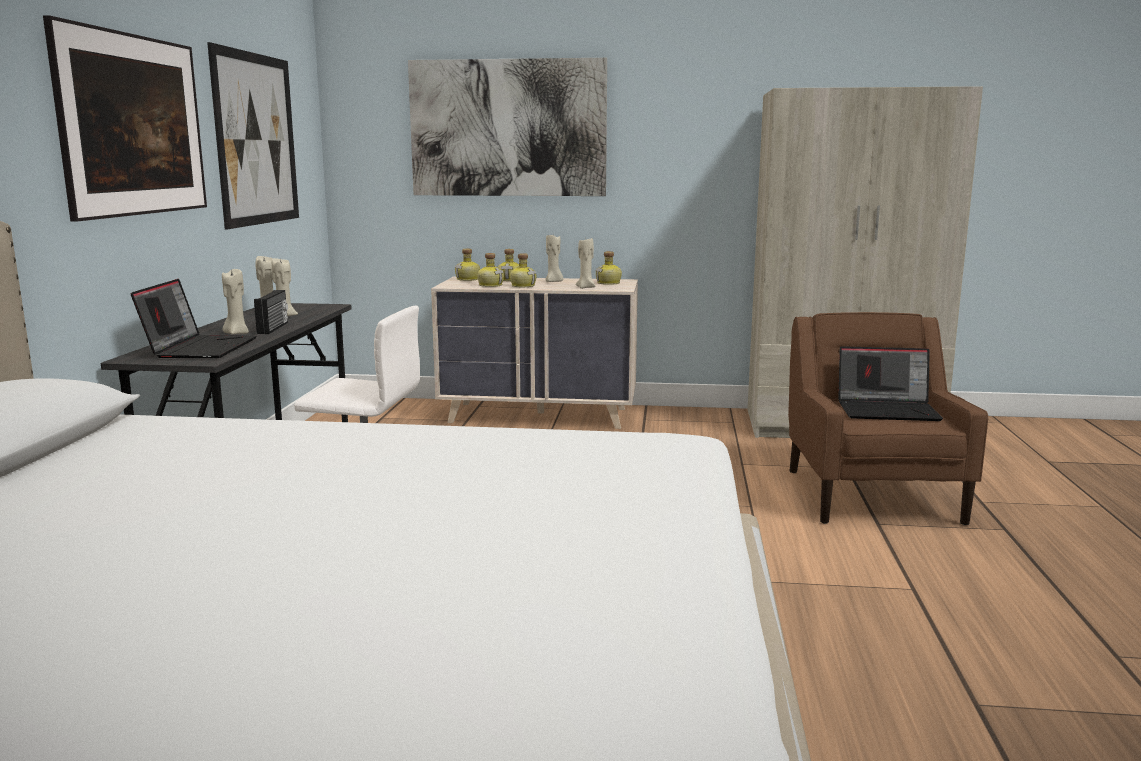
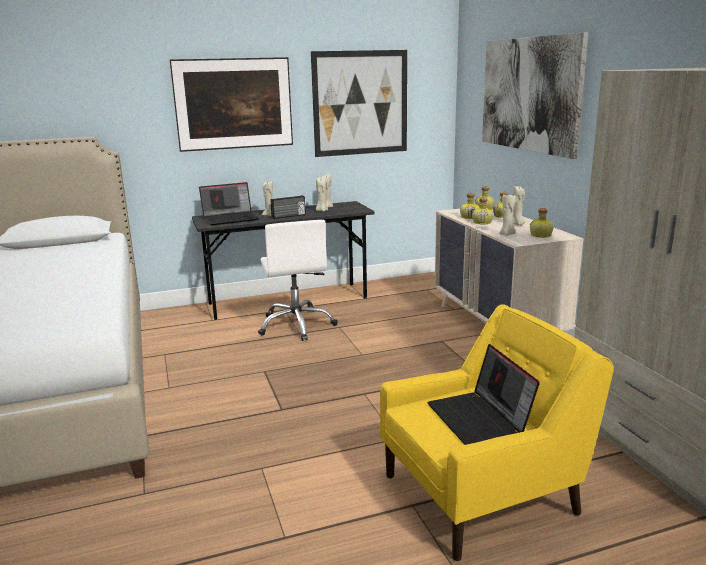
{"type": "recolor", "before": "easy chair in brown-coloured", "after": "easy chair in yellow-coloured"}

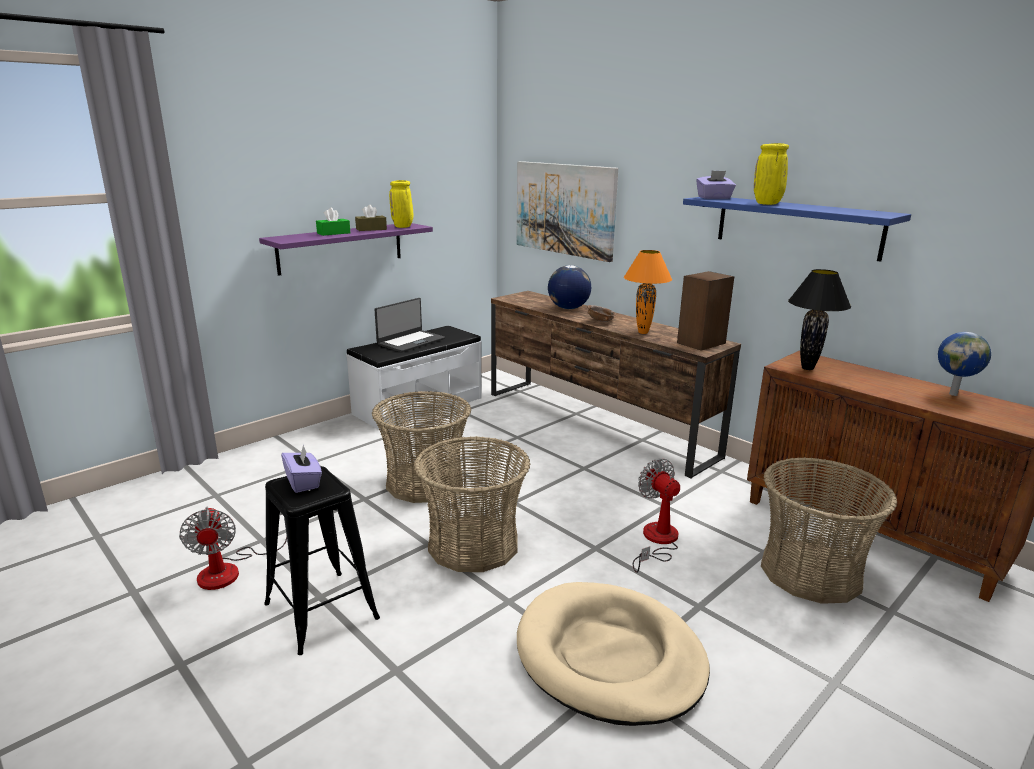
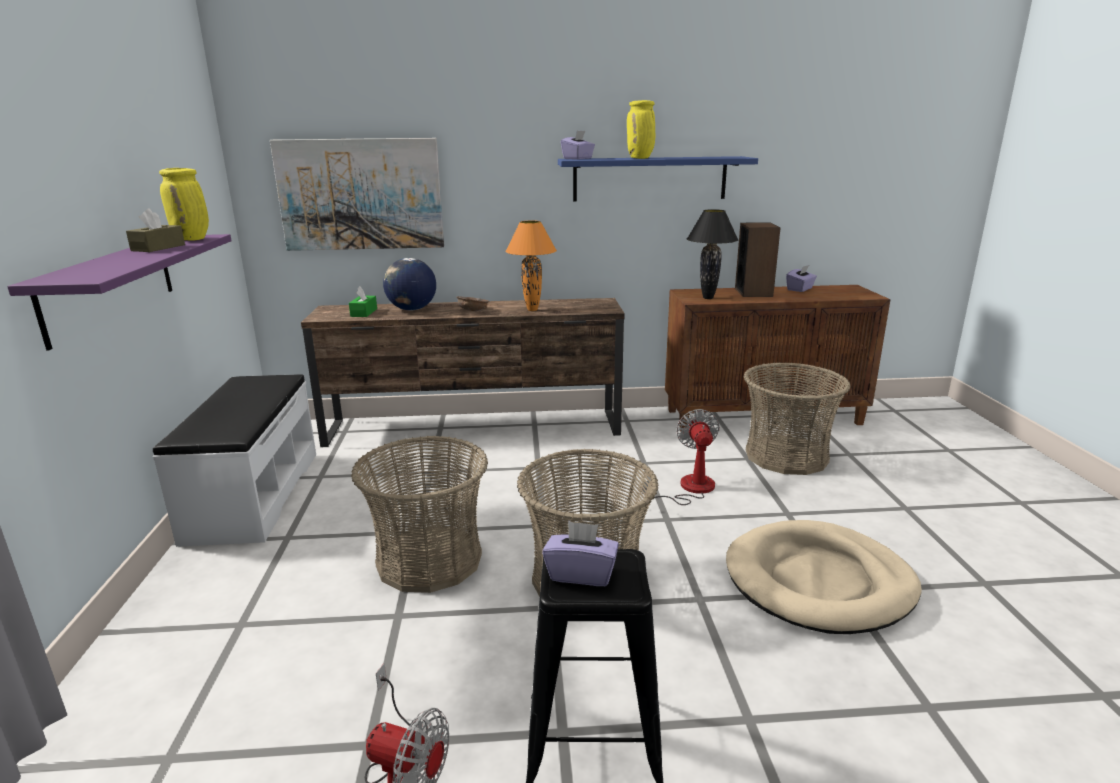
{"type": "move", "before": "box of tissues in green"}
{"type": "move", "before": "loudspeaker"}
{"type": "delete", "before": "portable computer"}
{"type": "replace", "before": "globe (2nd from left)", "after": "box of tissues in purple-coloured (3rd from left)"}
{"type": "rotate", "before": "fan (2nd from left)", "turn": 75}

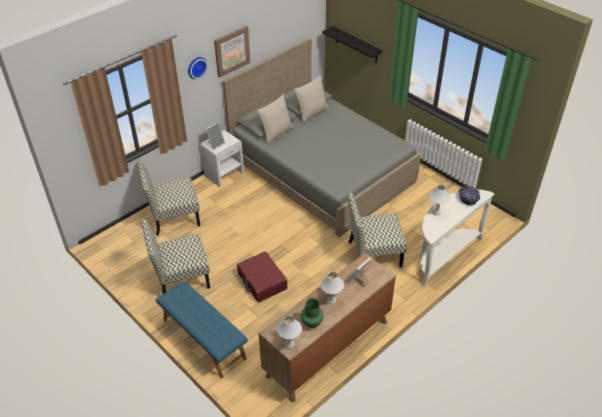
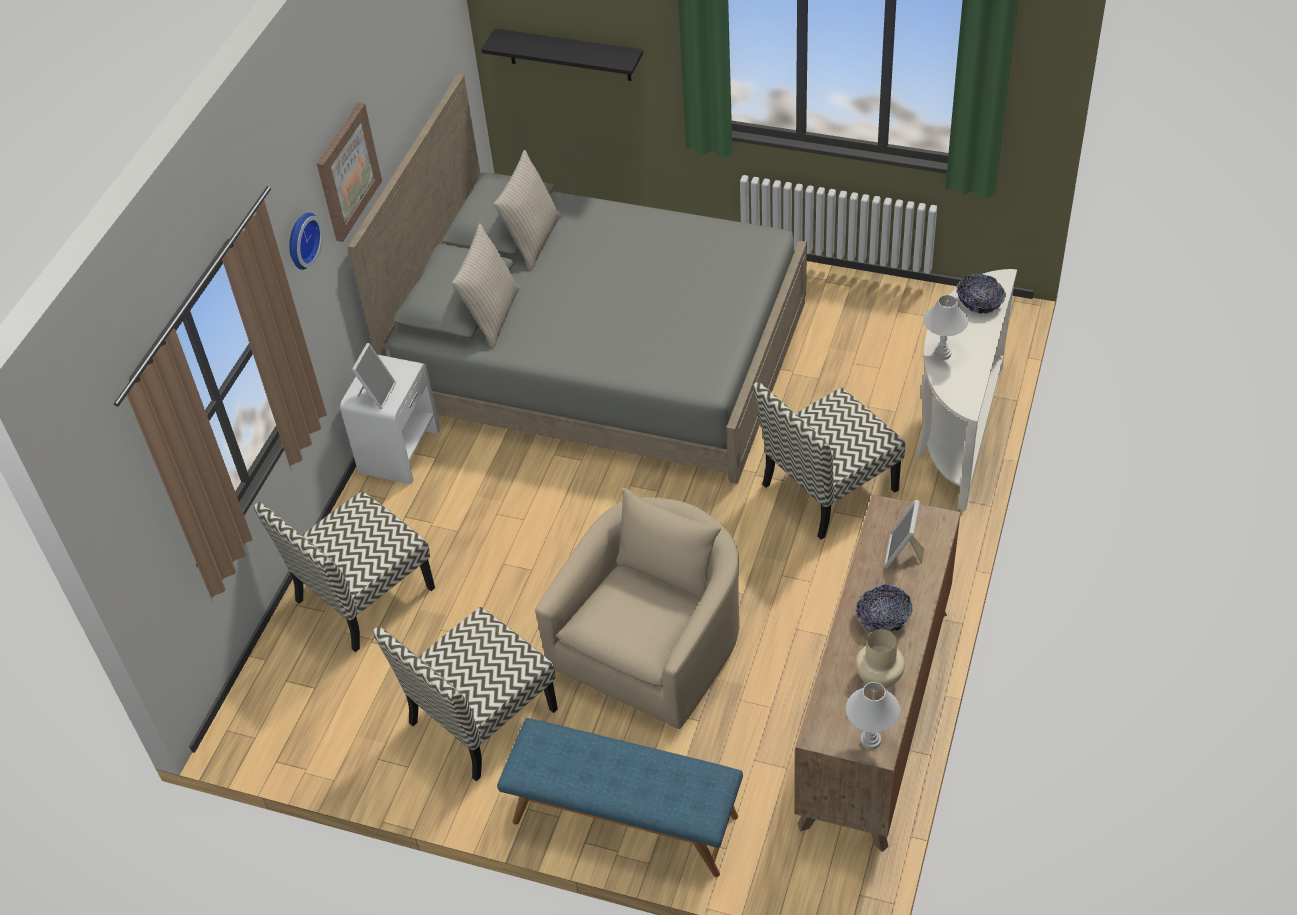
{"type": "replace", "before": "piece of luggage in red", "after": "easy chair in sand-coloured"}
{"type": "replace", "before": "table lamp in white (2nd from left)", "after": "deep dish (1st from left)"}
{"type": "recolor", "before": "decorative vase in green", "after": "decorative vase in sand-coloured"}

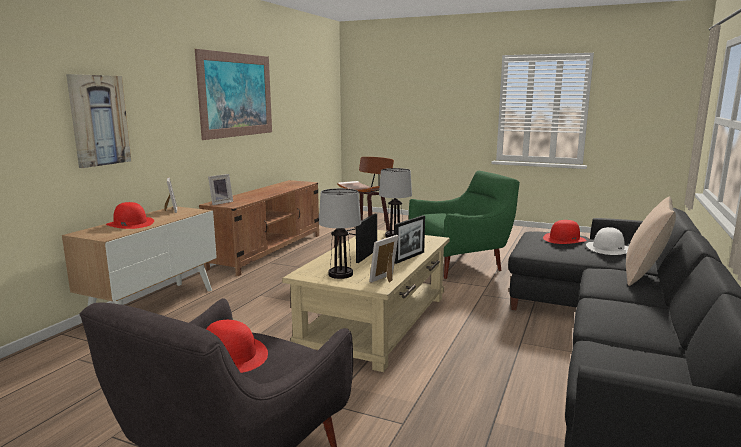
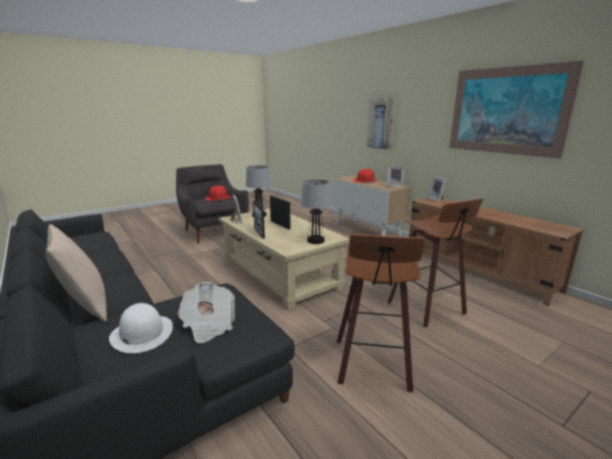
{"type": "replace", "before": "easy chair in green", "after": "stool (1st from left)"}
{"type": "replace", "before": "wearable hat in red (3rd from left)", "after": "newspaper"}

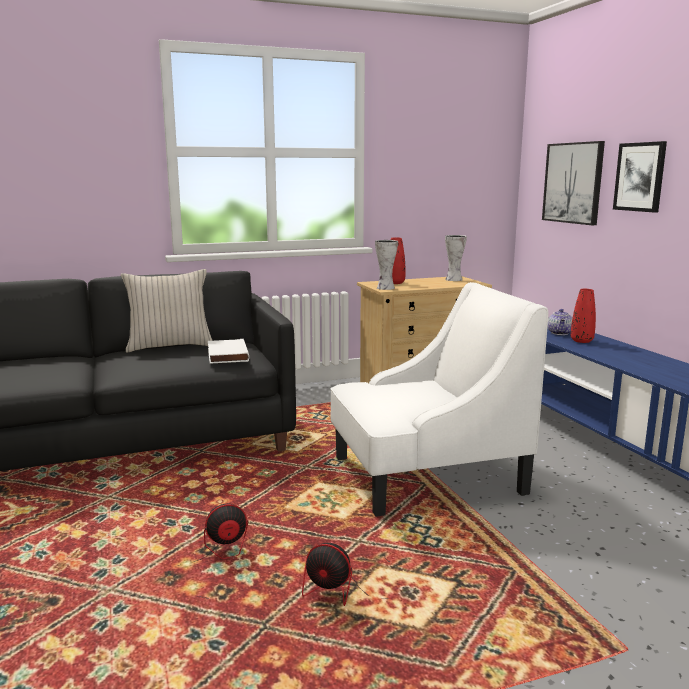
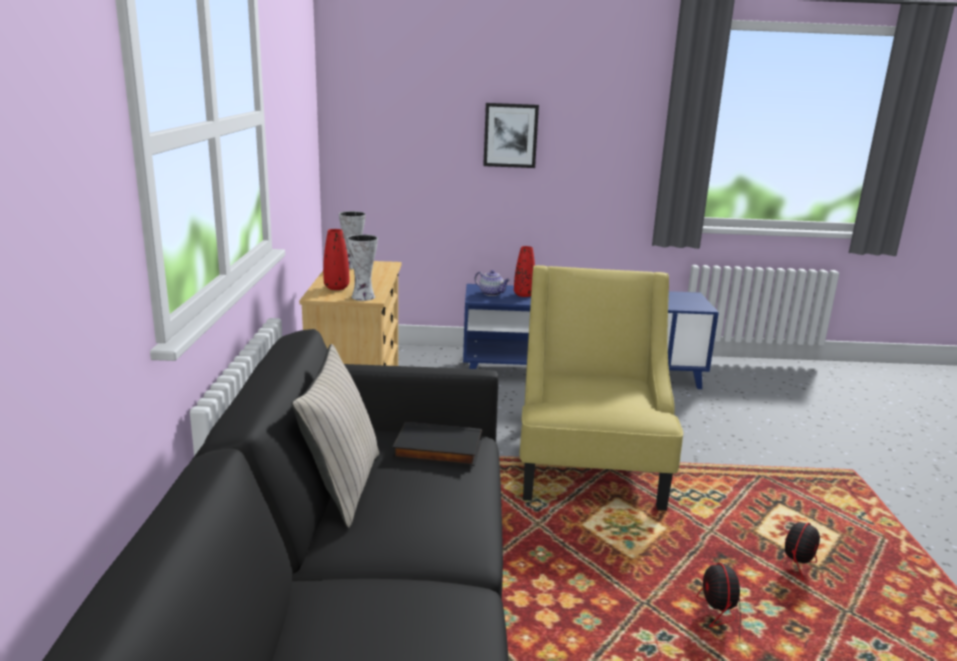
{"type": "delete", "before": "picture (1st from left)"}
{"type": "recolor", "before": "easy chair in white", "after": "easy chair in yellow-coloured"}
{"type": "recolor", "before": "bound book in white", "after": "bound book in black"}

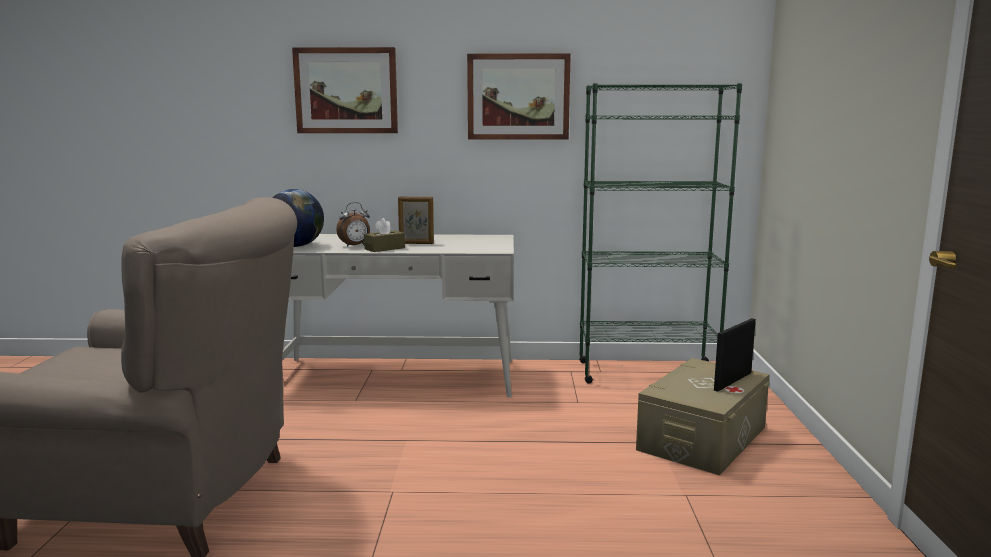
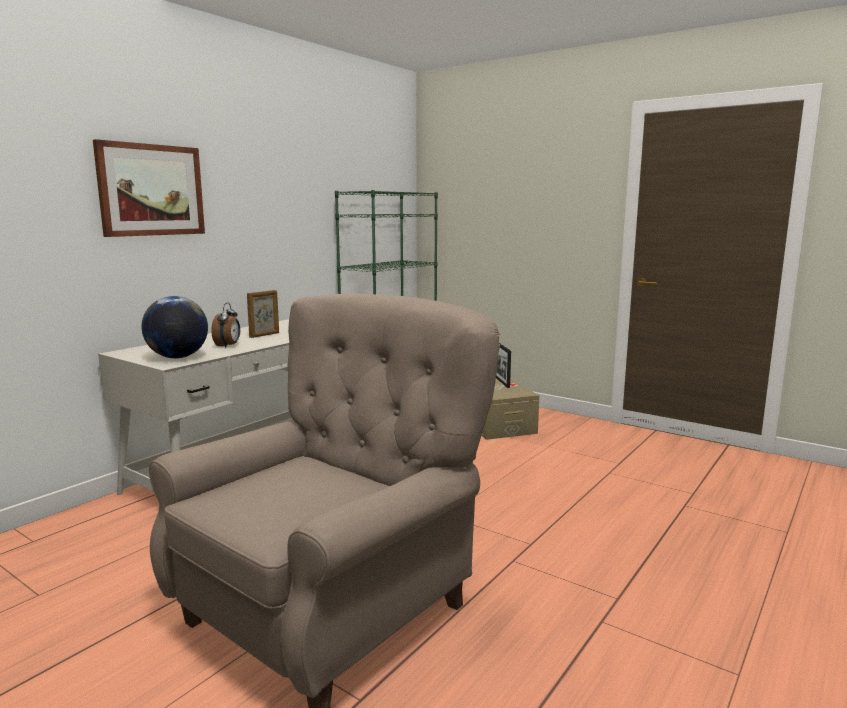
{"type": "delete", "before": "picture (2nd from left)"}
{"type": "delete", "before": "box of tissues in brown-coloured"}

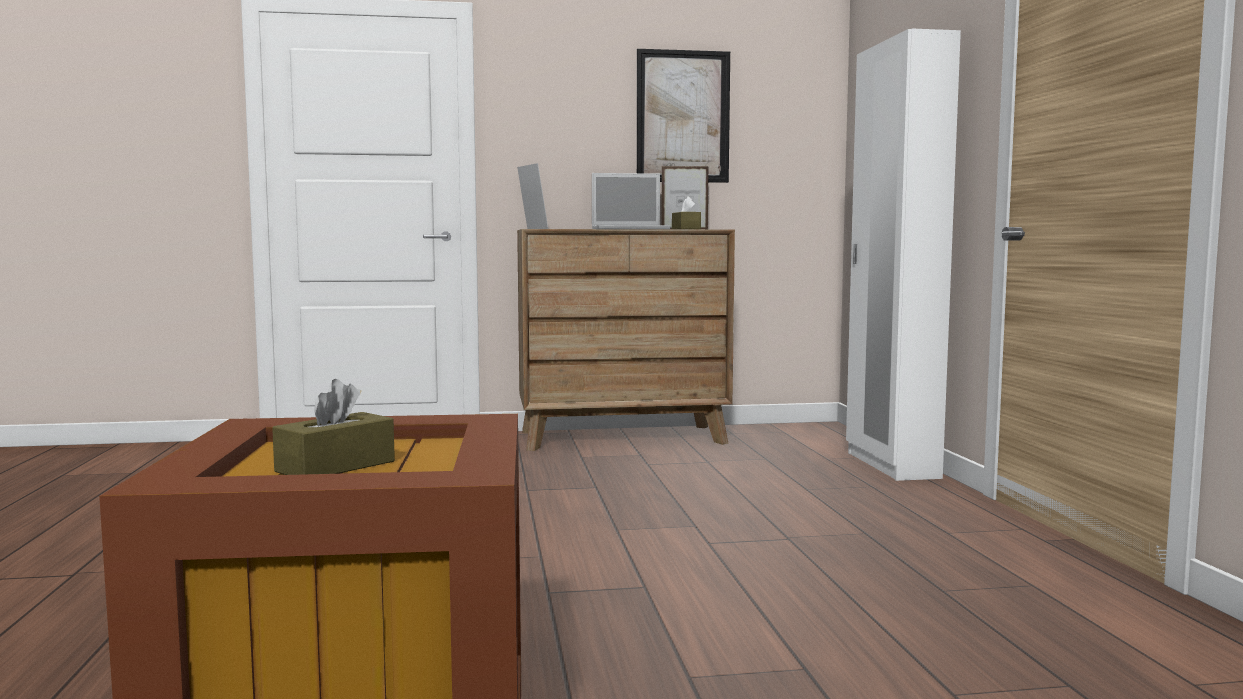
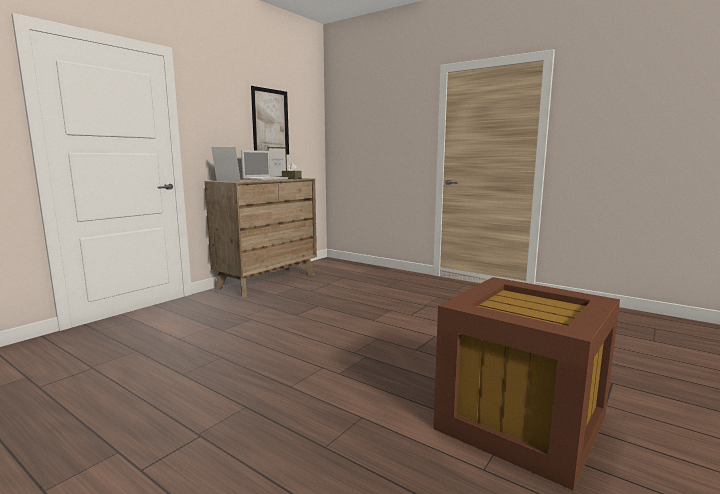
{"type": "delete", "before": "clothes cupboard in white"}
{"type": "delete", "before": "box of tissues in brown-coloured (1st from left)"}

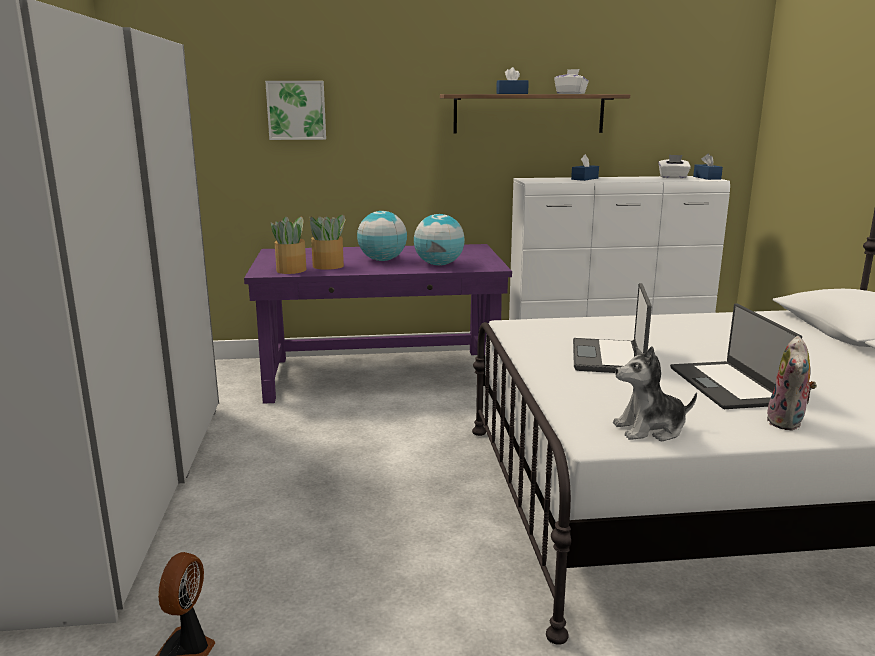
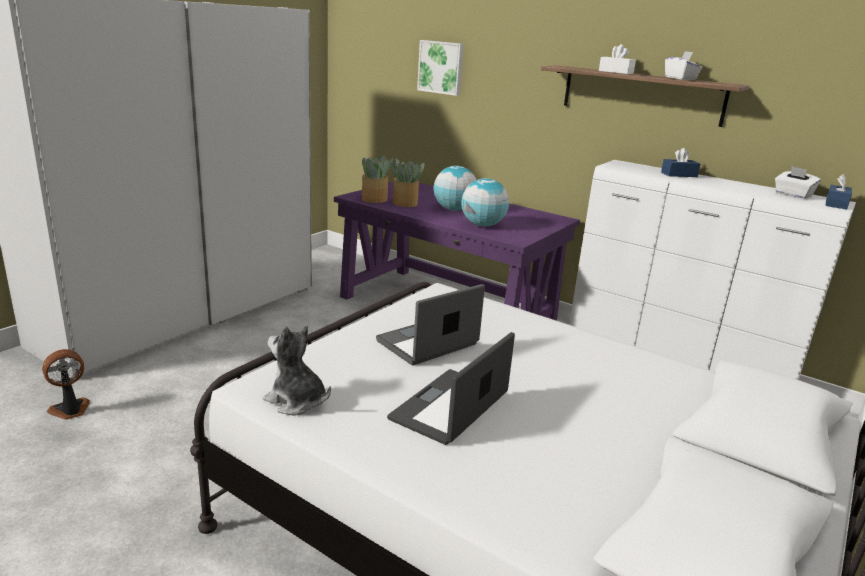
{"type": "recolor", "before": "box of tissues in blue (1st from left)", "after": "box of tissues in white (1st from left)"}
{"type": "delete", "before": "soft toy (2nd from left)"}

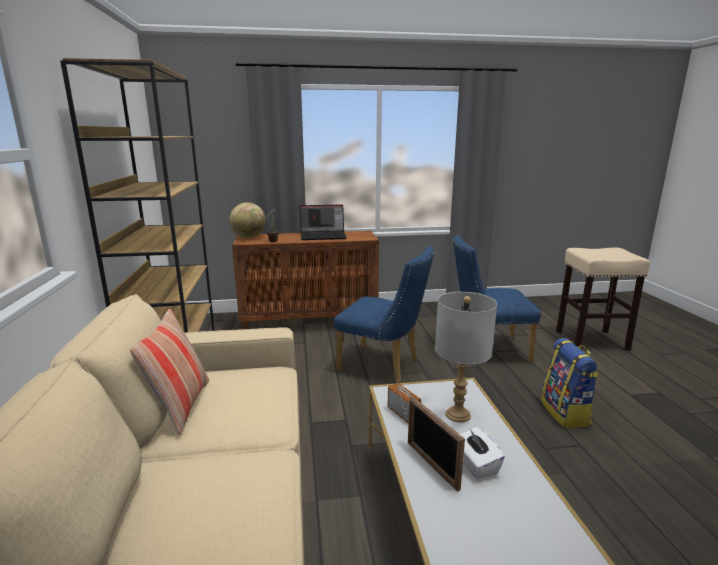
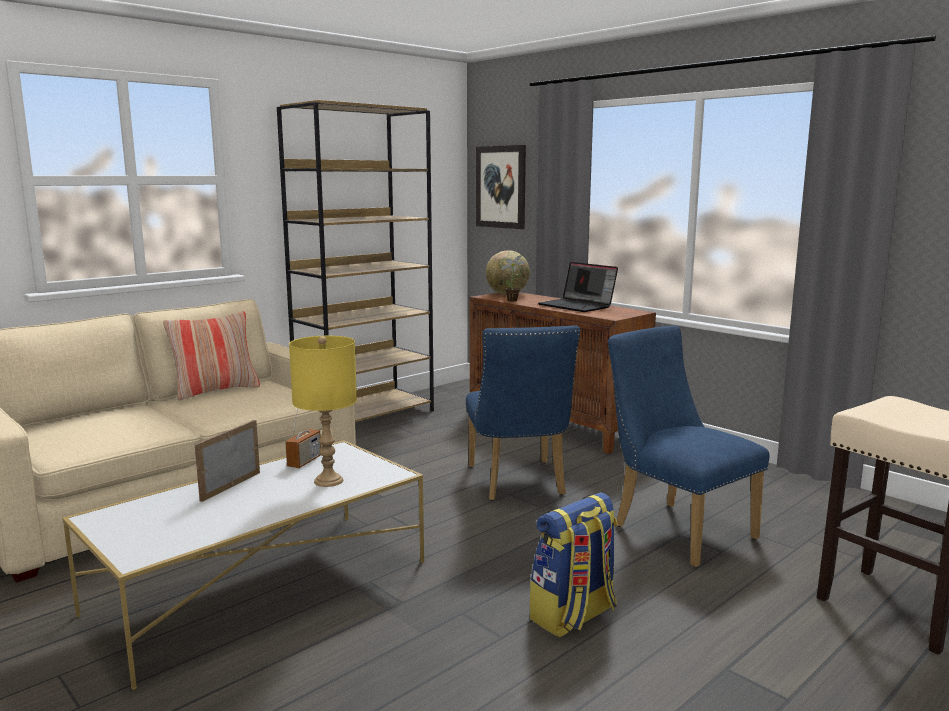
{"type": "recolor", "before": "table lamp in gray", "after": "table lamp in yellow-coloured"}
{"type": "delete", "before": "box of tissues in white"}
{"type": "insert", "after": "picture"}

